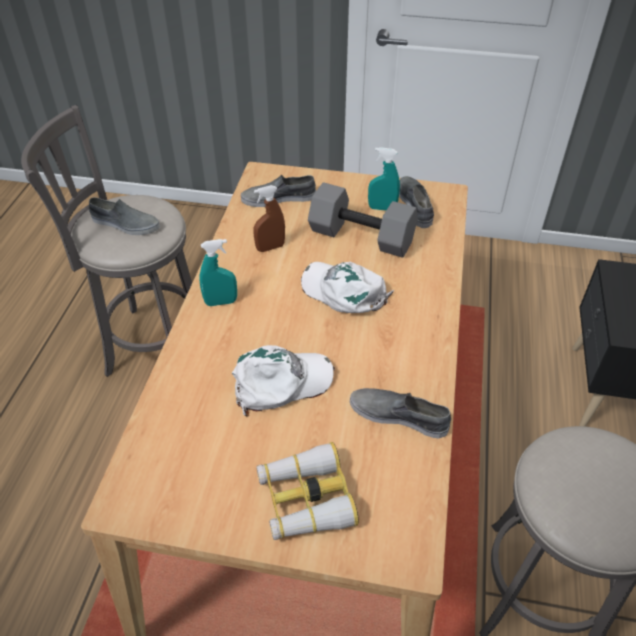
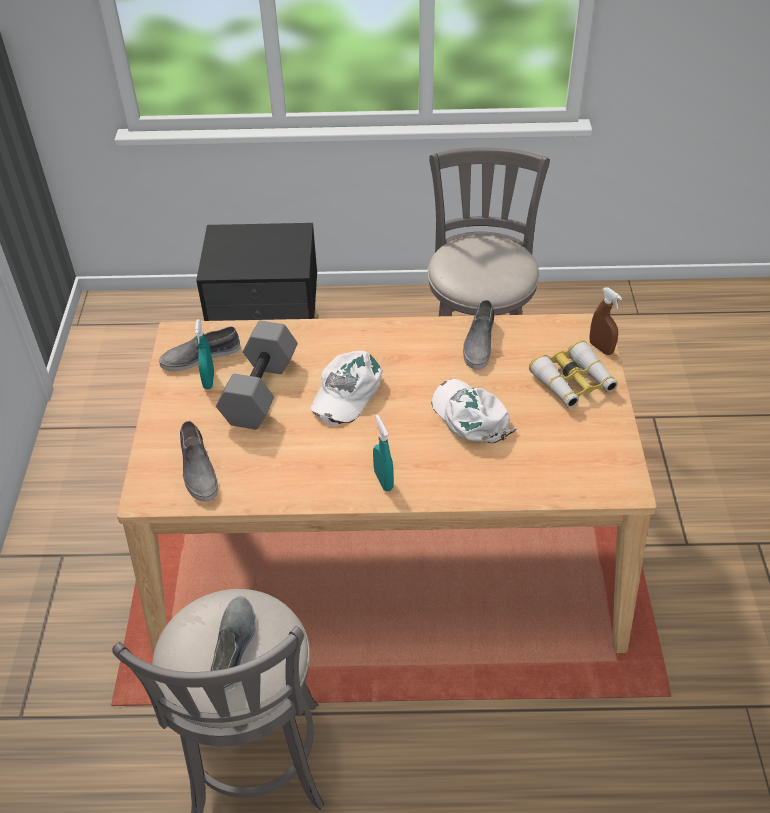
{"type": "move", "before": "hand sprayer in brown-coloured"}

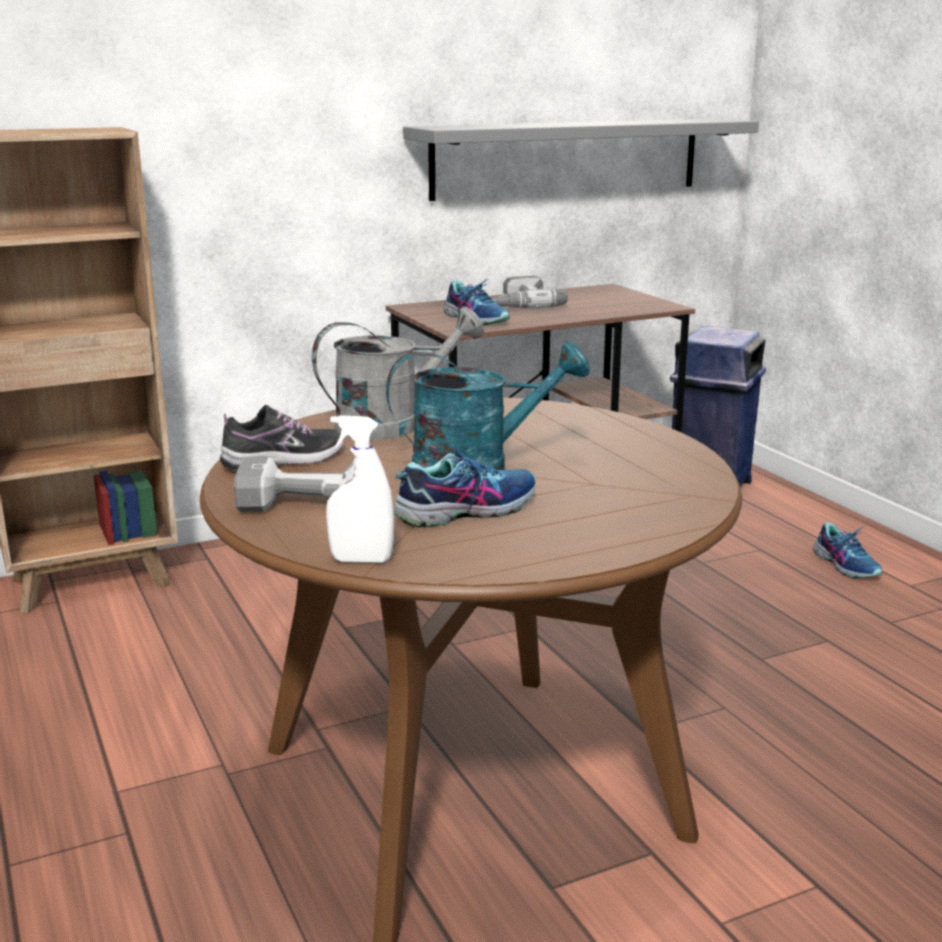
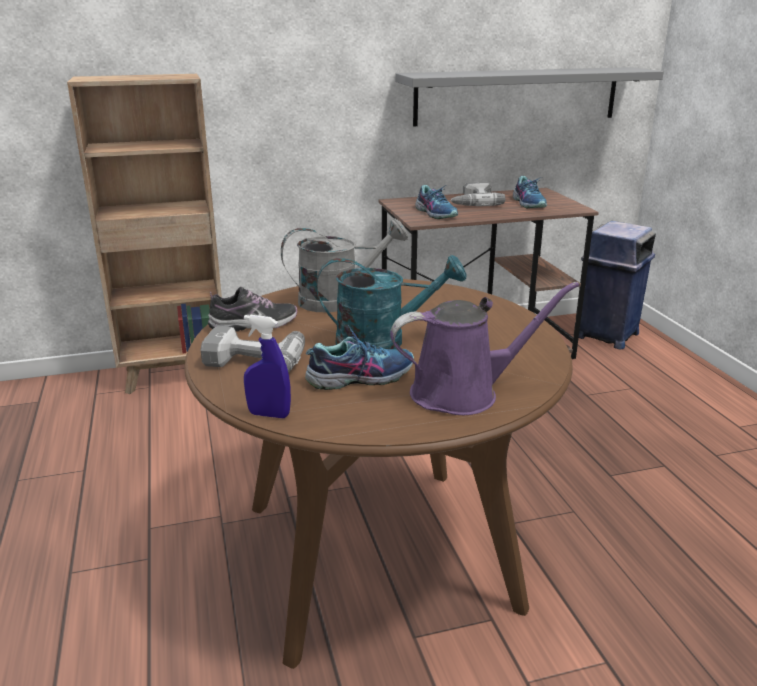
{"type": "recolor", "before": "hand sprayer in white", "after": "hand sprayer in blue"}
{"type": "move", "before": "shoe (4th from left)"}
{"type": "insert", "after": "watering can in purple-coloured"}

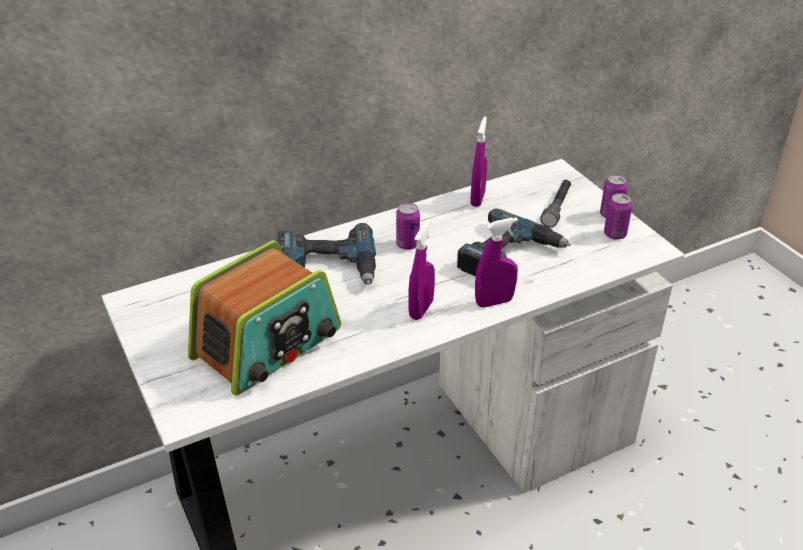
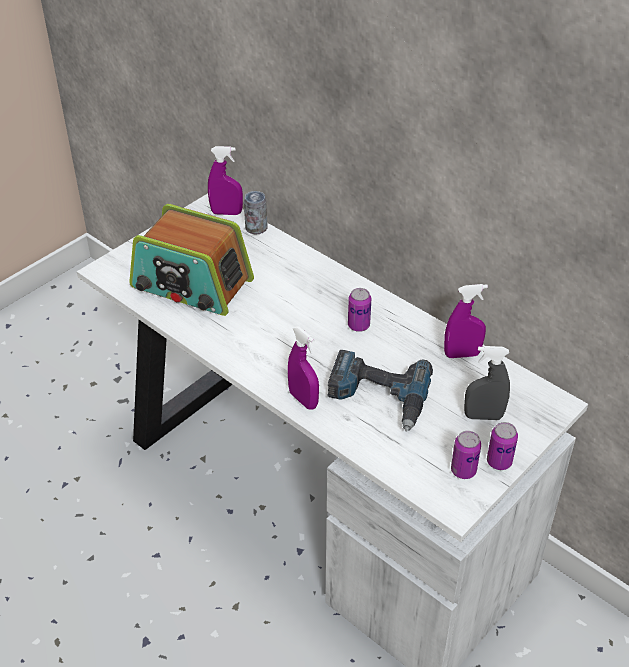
{"type": "replace", "before": "torch in gray", "after": "hand sprayer in gray"}
{"type": "move", "before": "hand sprayer in purple-coloured (1st from left)"}
{"type": "delete", "before": "drill (1st from left)"}
{"type": "insert", "after": "can (1st from left)"}

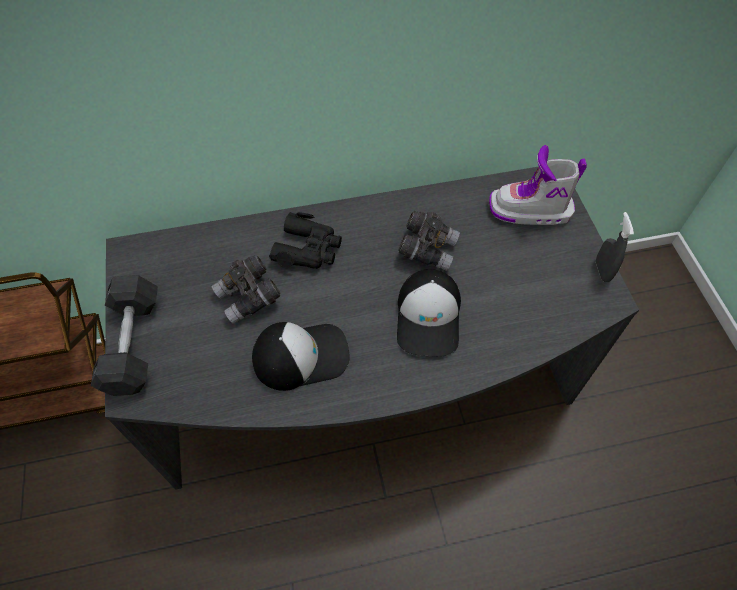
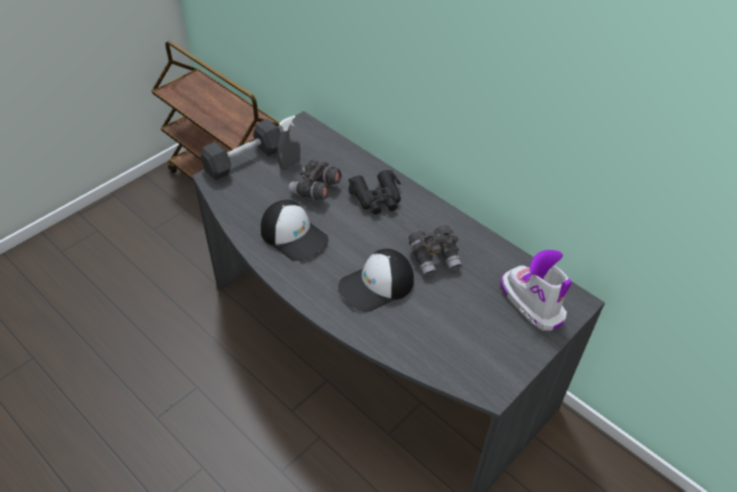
{"type": "move", "before": "hand sprayer in gray"}

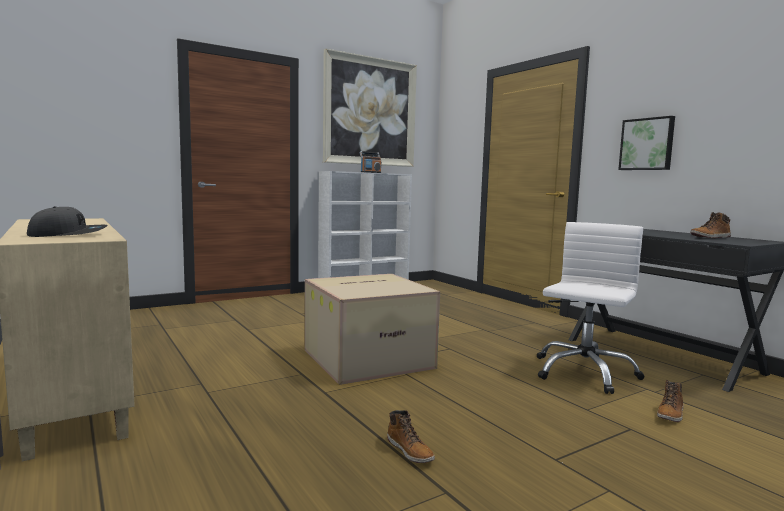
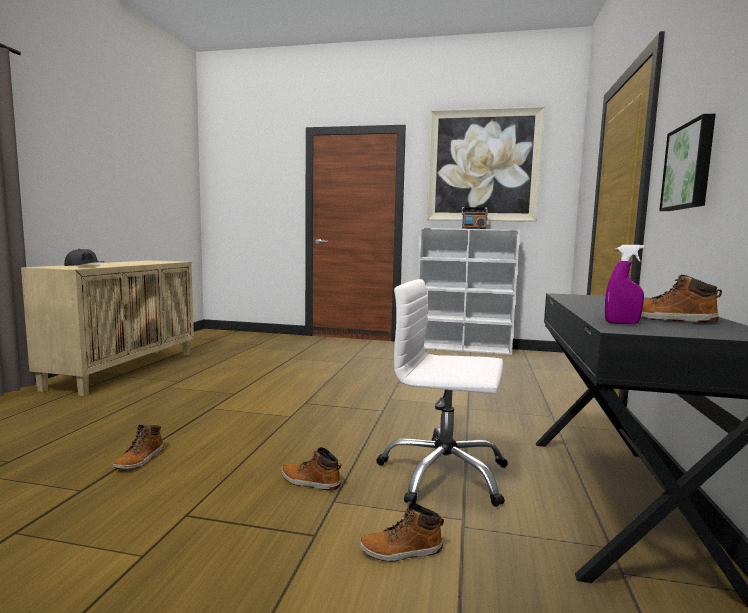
{"type": "rotate", "before": "office chair in white", "turn": -150}
{"type": "delete", "before": "carton"}
{"type": "insert", "after": "hand sprayer in purple-coloured"}
{"type": "insert", "after": "boot (2nd from left)"}

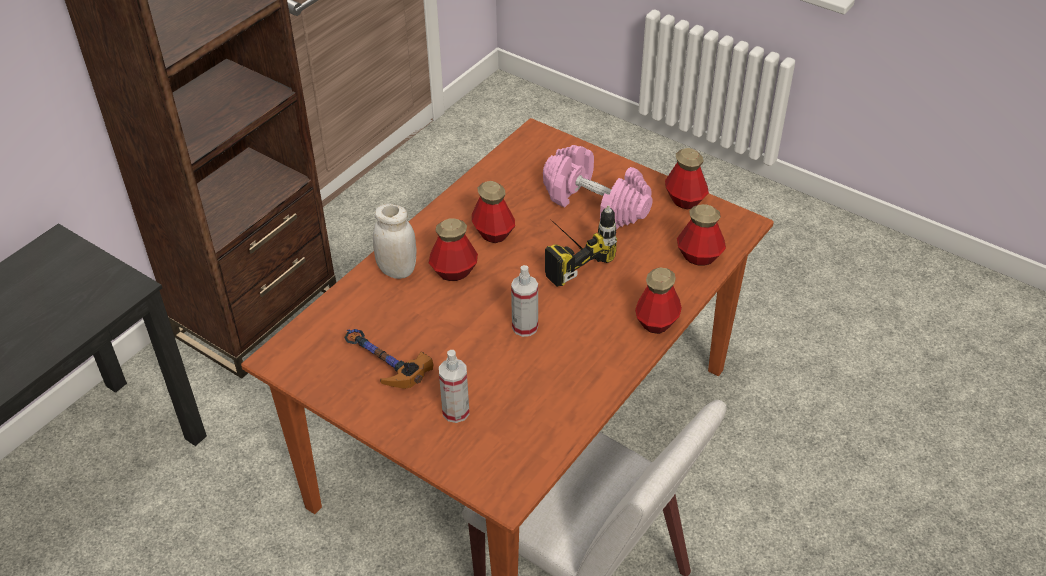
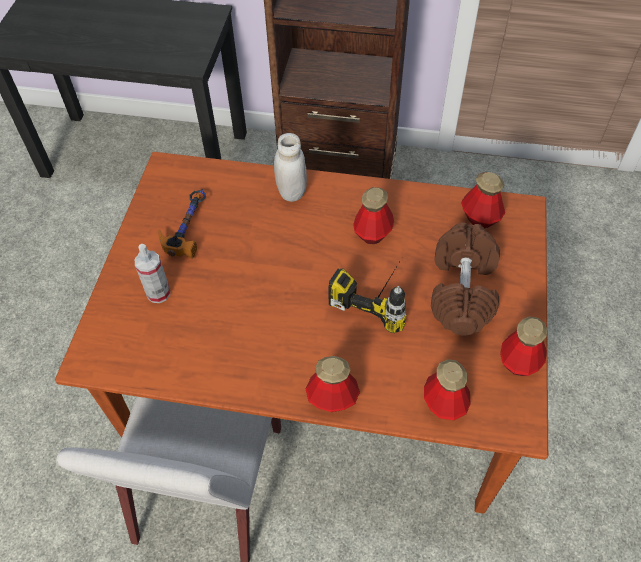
{"type": "recolor", "before": "dumbbell in pinkish", "after": "dumbbell in brown-coloured"}
{"type": "move", "before": "drink bottle (1st from left in the first image)", "after": "drink bottle (4th from left)"}
{"type": "delete", "before": "hand sprayer (2nd from left)"}

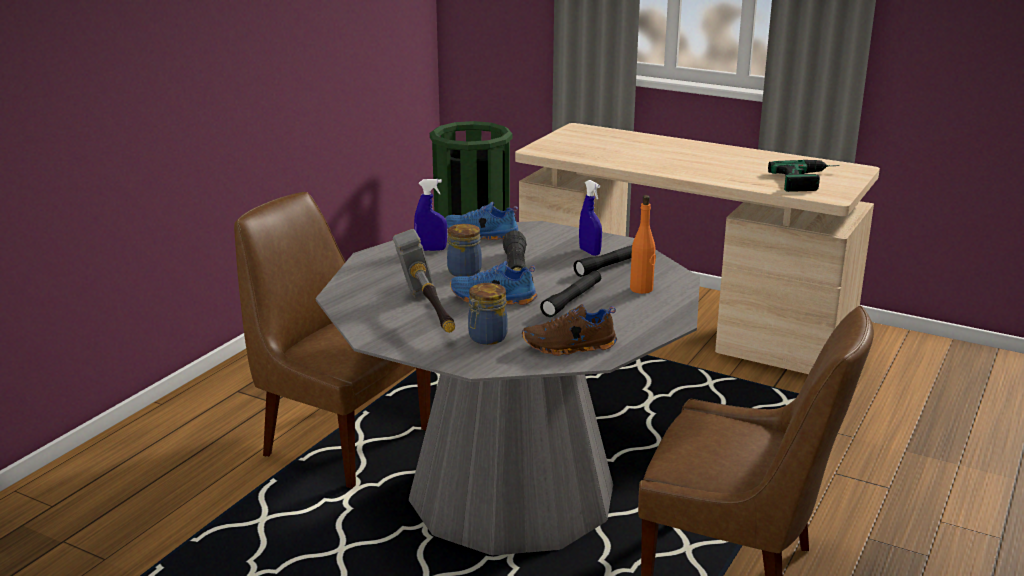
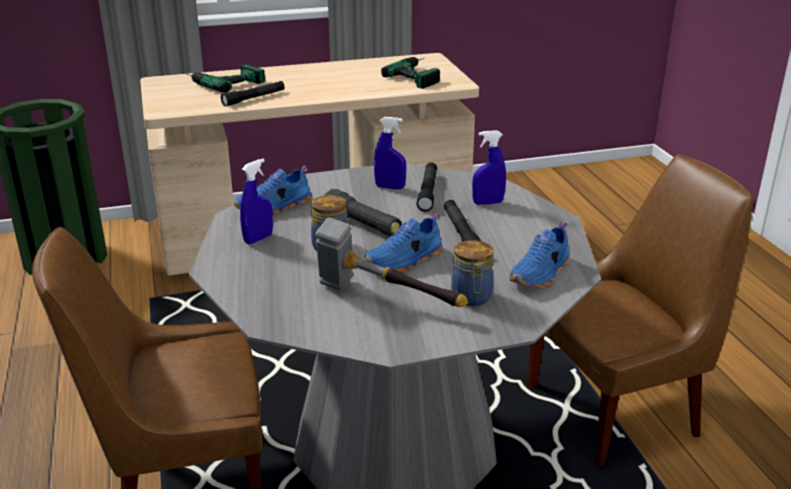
{"type": "replace", "before": "drink bottle in orangey", "after": "hand sprayer in blue (3rd from left)"}
{"type": "recolor", "before": "shoe in brown-coloured", "after": "shoe in blue (3rd from left)"}
{"type": "insert", "after": "drill (1st from left)"}
{"type": "insert", "after": "torch in black (1st from left)"}

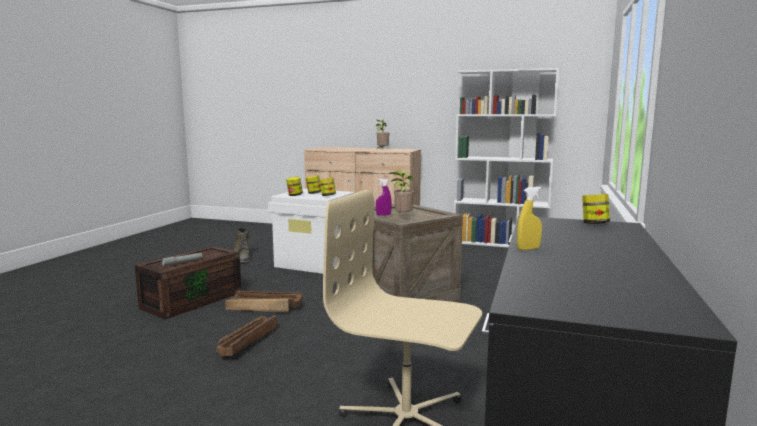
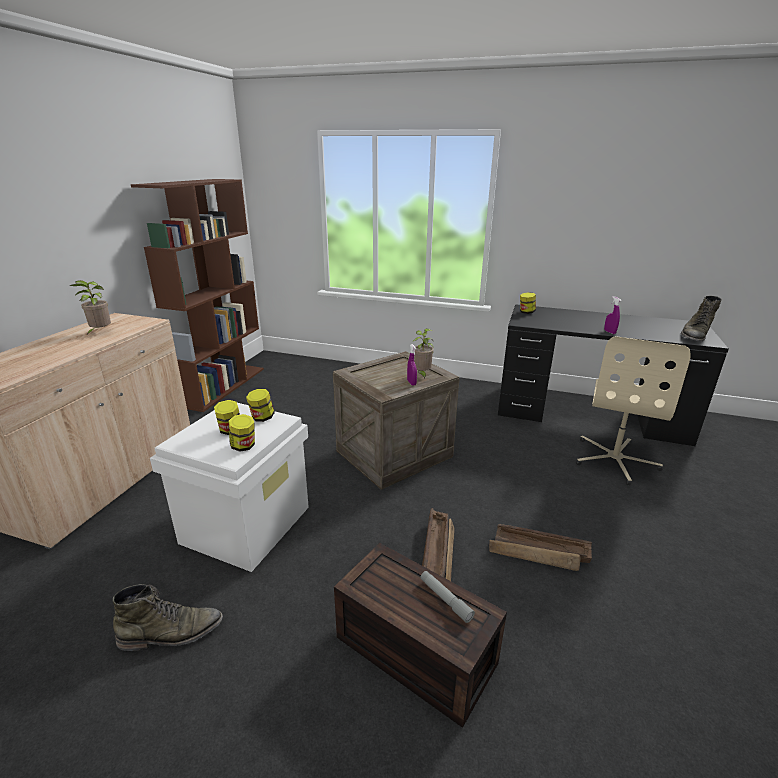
{"type": "recolor", "before": "shelving unit in white", "after": "shelving unit in brown-coloured"}
{"type": "recolor", "before": "hand sprayer in yellow-coloured", "after": "hand sprayer in purple-coloured (2nd from left)"}
{"type": "insert", "after": "boot in green (2nd from left)"}

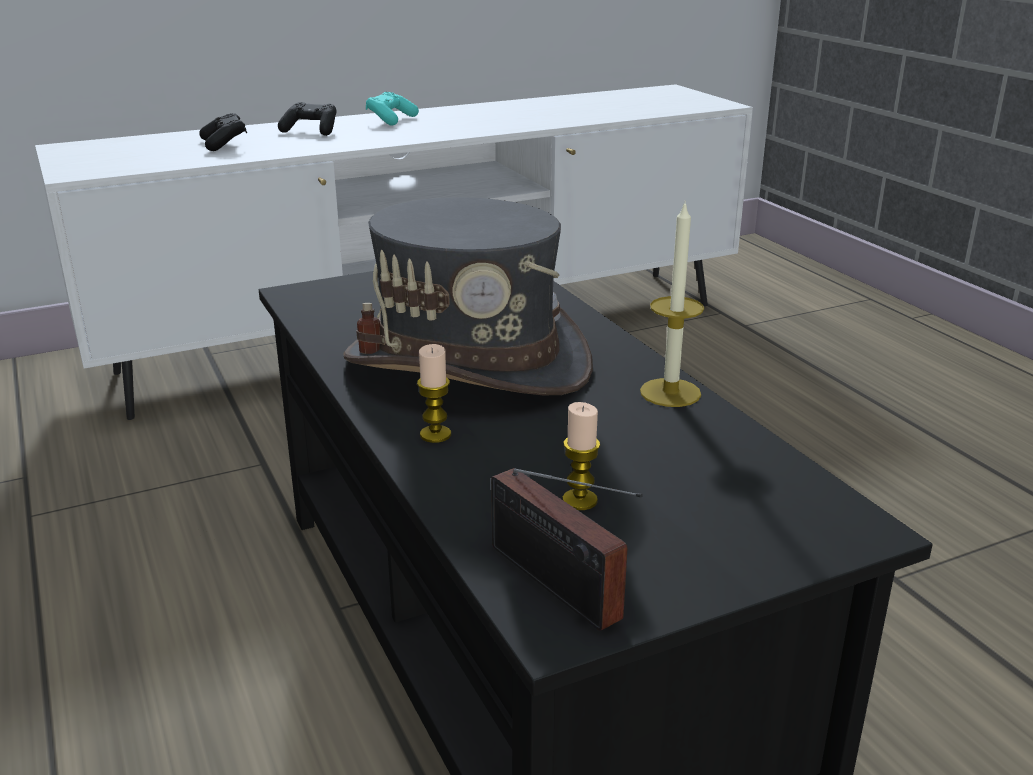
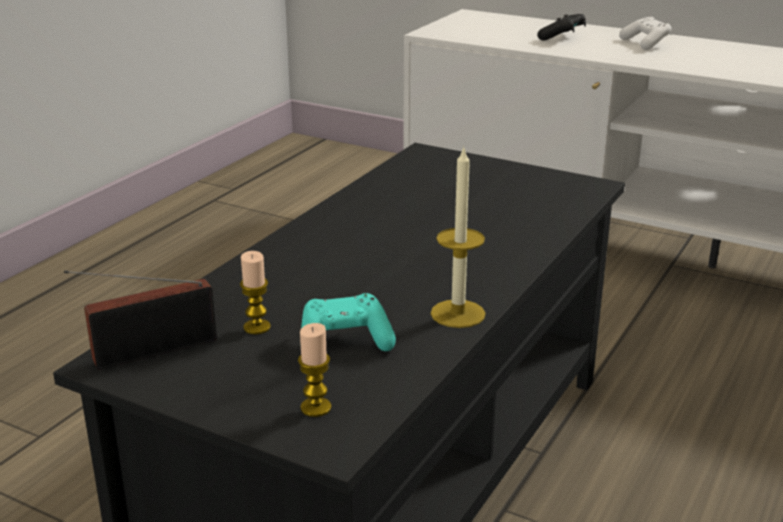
{"type": "move", "before": "joypad in blue-green"}
{"type": "recolor", "before": "joypad in black (2nd from left)", "after": "joypad in white"}
{"type": "delete", "before": "wearable hat in gray"}
{"type": "move", "before": "wax light (1st from left in the first image)", "after": "wax light (2nd from left)"}
{"type": "rotate", "before": "radio", "turn": 45}

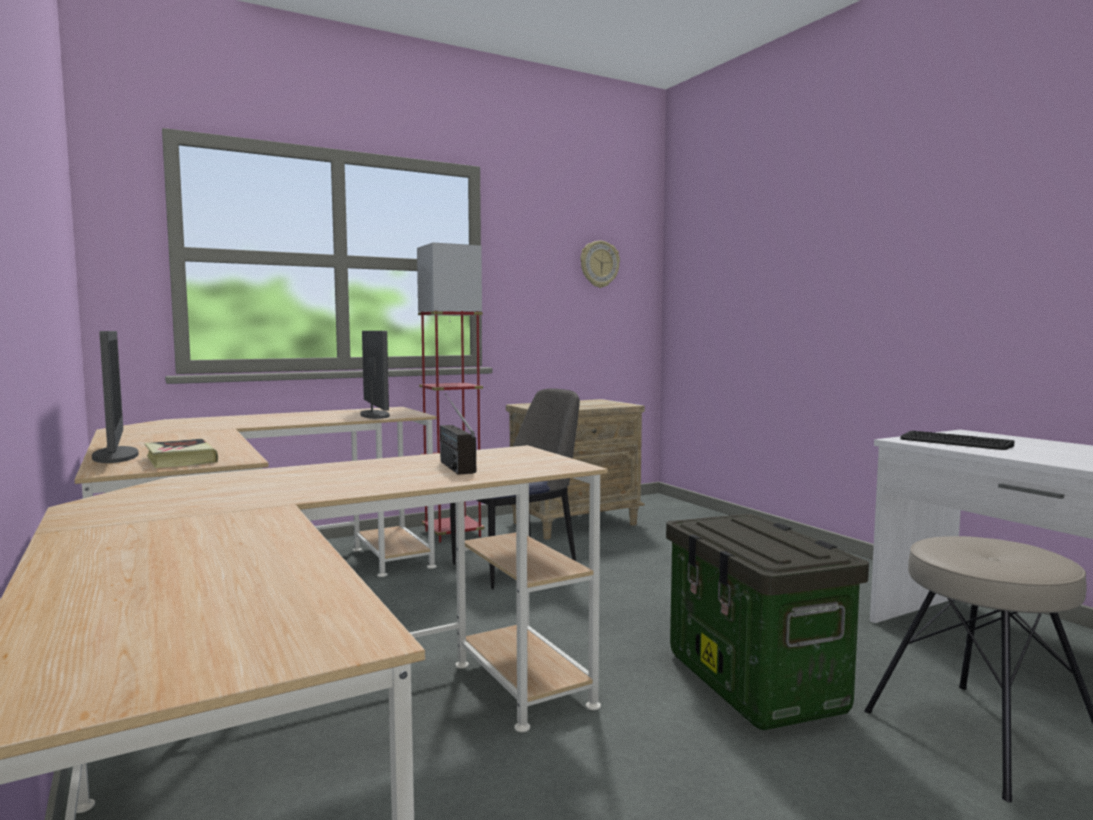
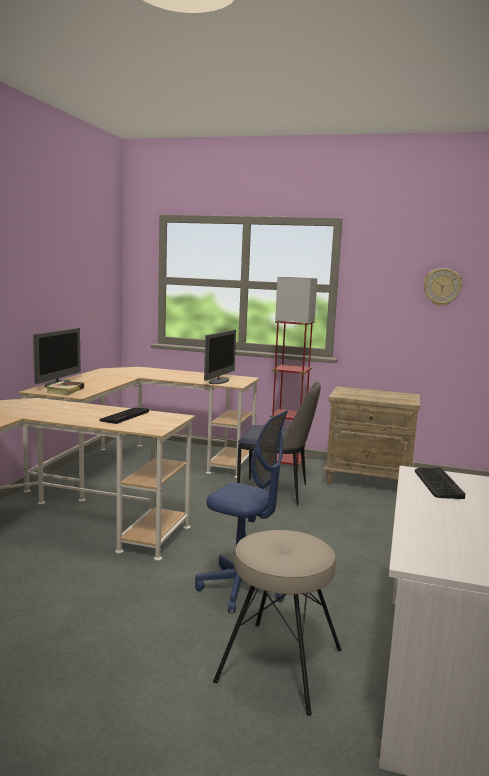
{"type": "replace", "before": "radio", "after": "computer keyboard (1st from left)"}
{"type": "replace", "before": "storage box", "after": "office chair in blue"}

